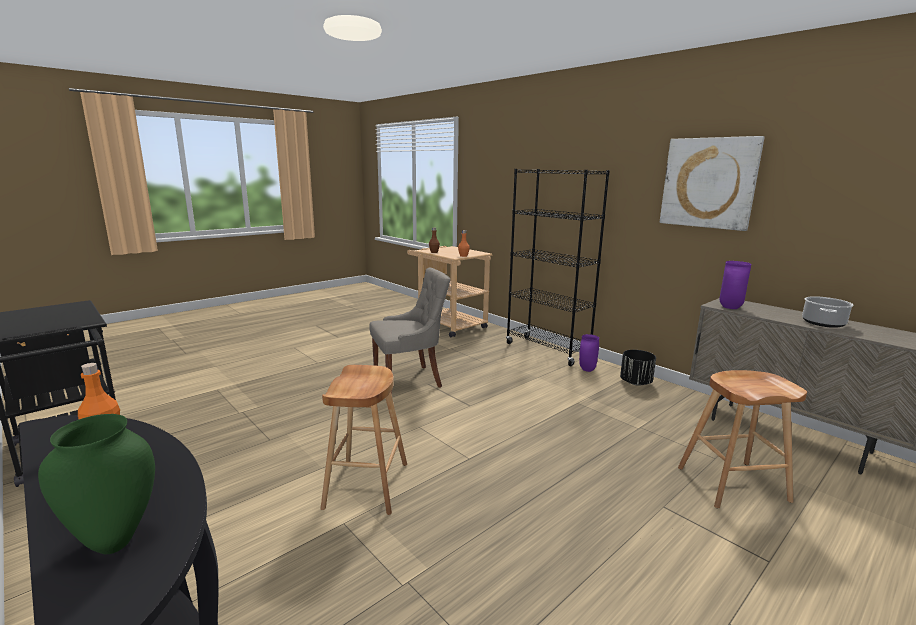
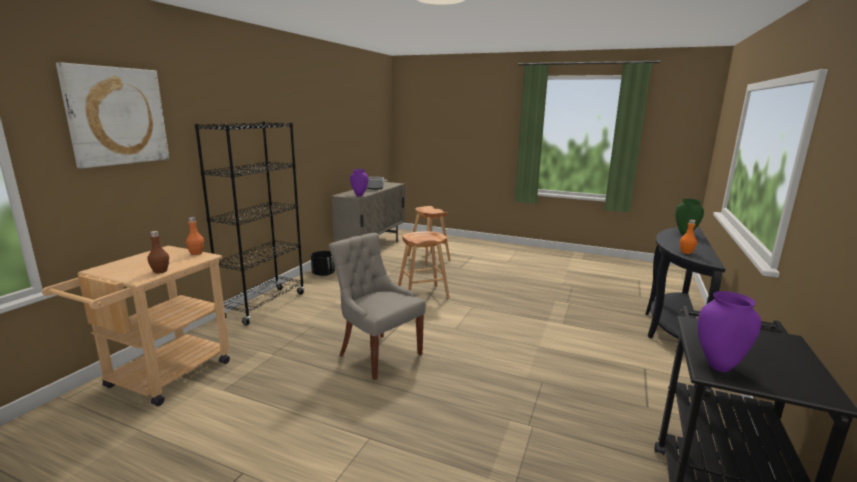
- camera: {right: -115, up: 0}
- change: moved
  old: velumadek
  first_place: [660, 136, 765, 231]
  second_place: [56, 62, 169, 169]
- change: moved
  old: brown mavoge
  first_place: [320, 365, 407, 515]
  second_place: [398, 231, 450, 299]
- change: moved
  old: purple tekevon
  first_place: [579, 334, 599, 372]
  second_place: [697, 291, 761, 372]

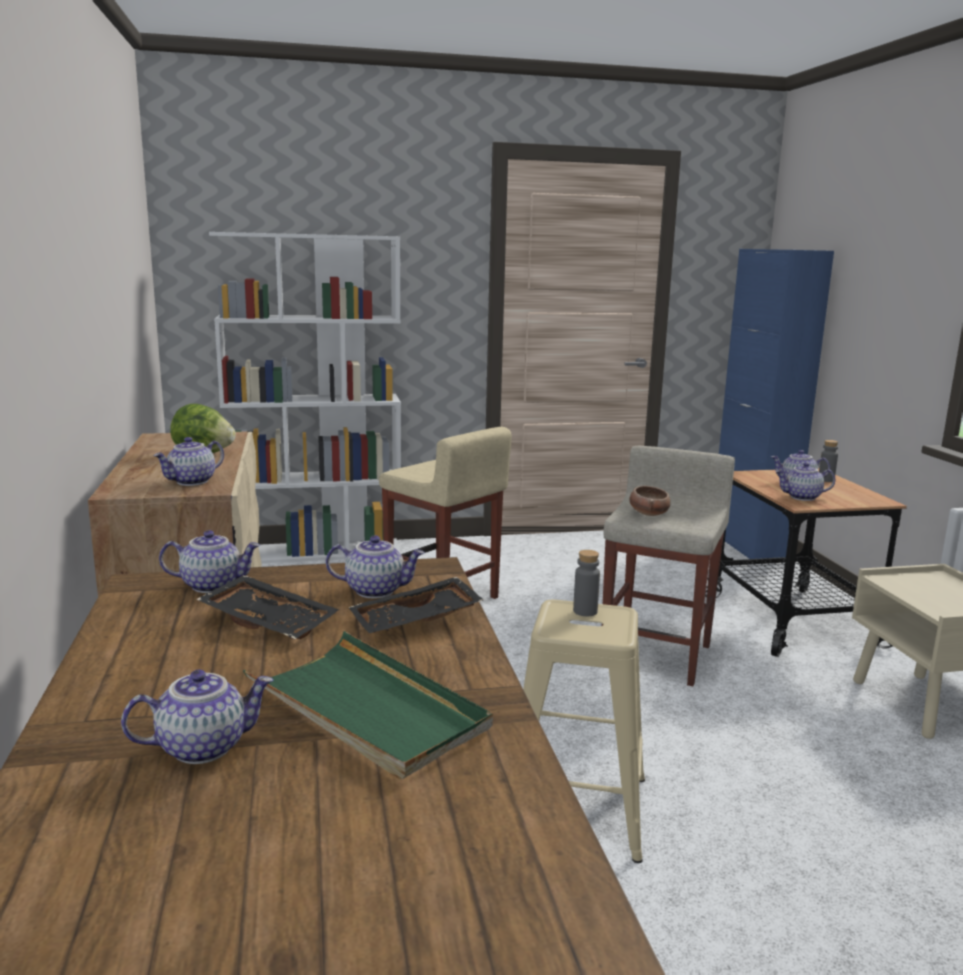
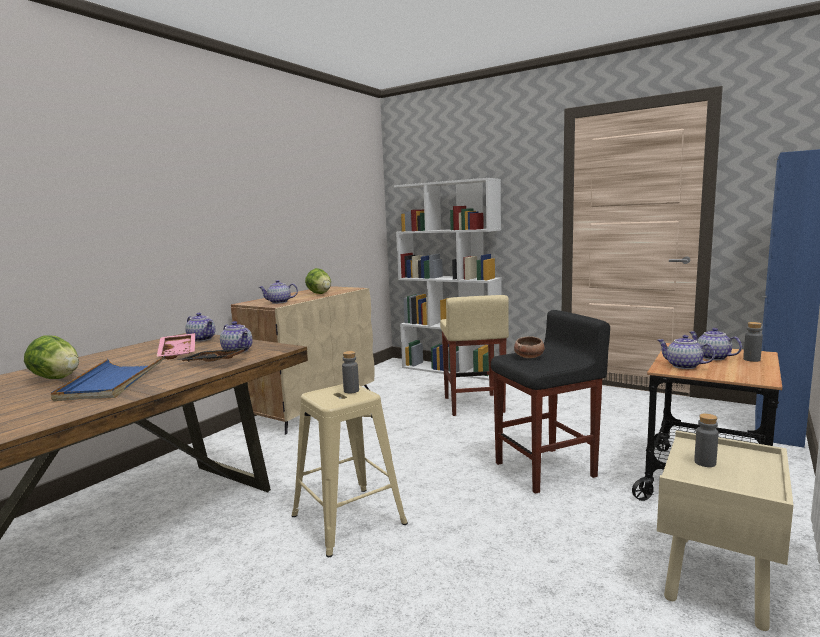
- camera: {right: 45, up: -5}
- change: replaced
  old: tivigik
  new: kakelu
  first_place: [121, 670, 273, 764]
  second_place: [24, 335, 79, 379]
- change: recoloured
  old: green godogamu
  new: blue godogamu
  first_place: [243, 631, 493, 779]
  second_place: [51, 356, 165, 401]
- change: recoloured
  old: black godogamu
  new: pink godogamu
  first_place: [196, 575, 339, 639]
  second_place: [156, 333, 195, 359]
- change: recoloured
  old: beige mavoge
  new: black mavoge
  first_place: [602, 446, 735, 686]
  second_place: [491, 310, 610, 494]
- change: added
  new: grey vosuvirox
  second_place: [694, 413, 719, 467]

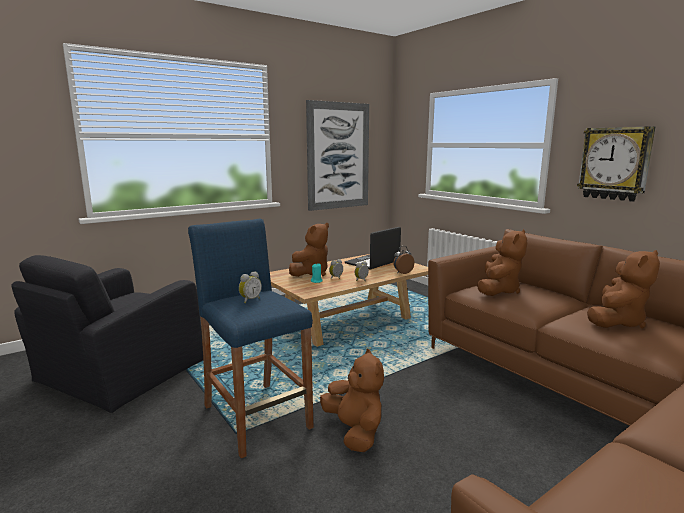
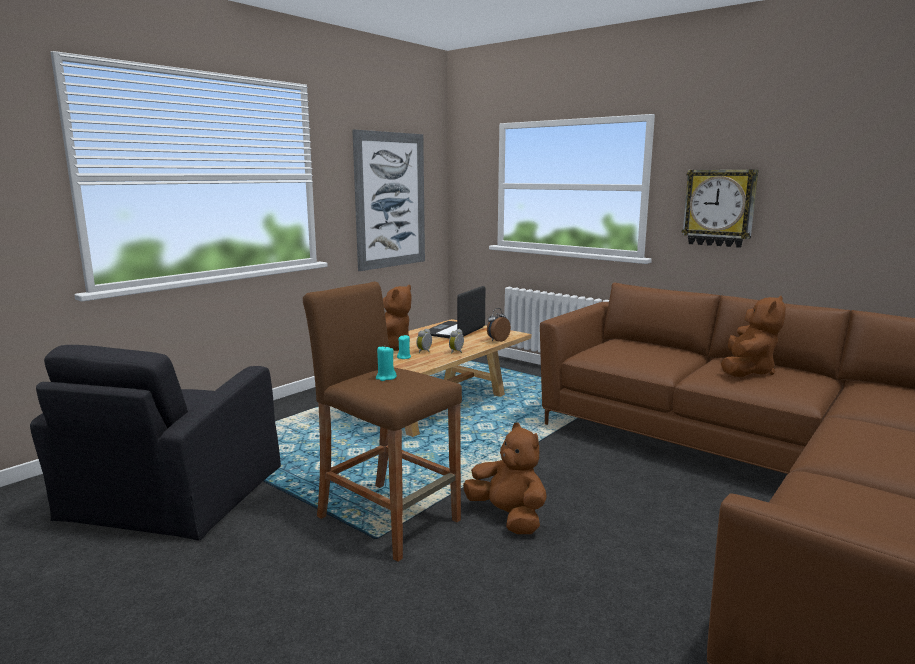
- camera: {right: -15, up: 0}
- change: recoloured
  old: blue mavoge
  new: brown mavoge
  first_place: [188, 218, 313, 458]
  second_place: [303, 281, 462, 561]
- change: replaced
  old: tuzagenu
  new: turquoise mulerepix
  first_place: [239, 271, 262, 303]
  second_place: [376, 346, 397, 381]
- change: removed
  old: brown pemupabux
  first_place: [477, 229, 527, 296]

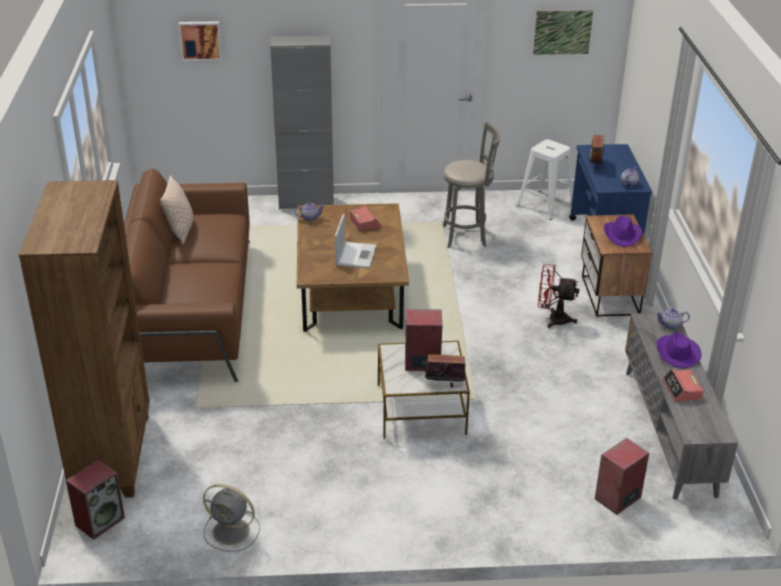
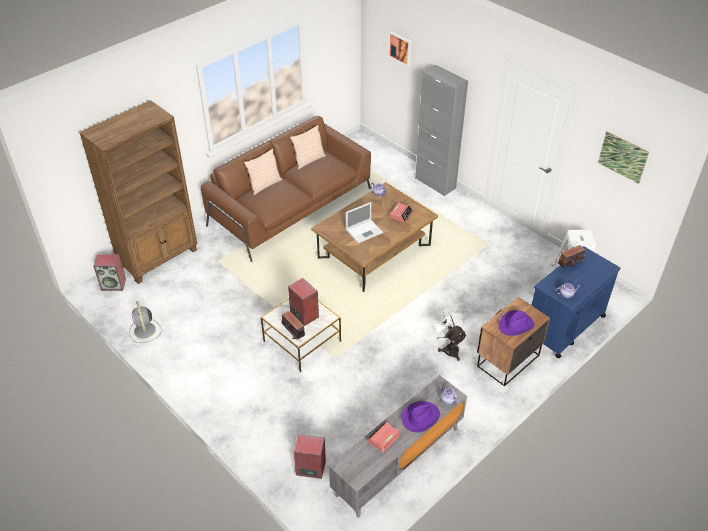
- camera: {right: 50, up: 10}
- change: added
  new: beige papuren
  second_place: [244, 149, 282, 195]
- change: recoloured
  old: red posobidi
  new: white posobidi
  first_place: [538, 264, 579, 328]
  second_place: [431, 309, 467, 361]
- change: removed
  old: grey mavoge
  first_place: [443, 122, 500, 248]

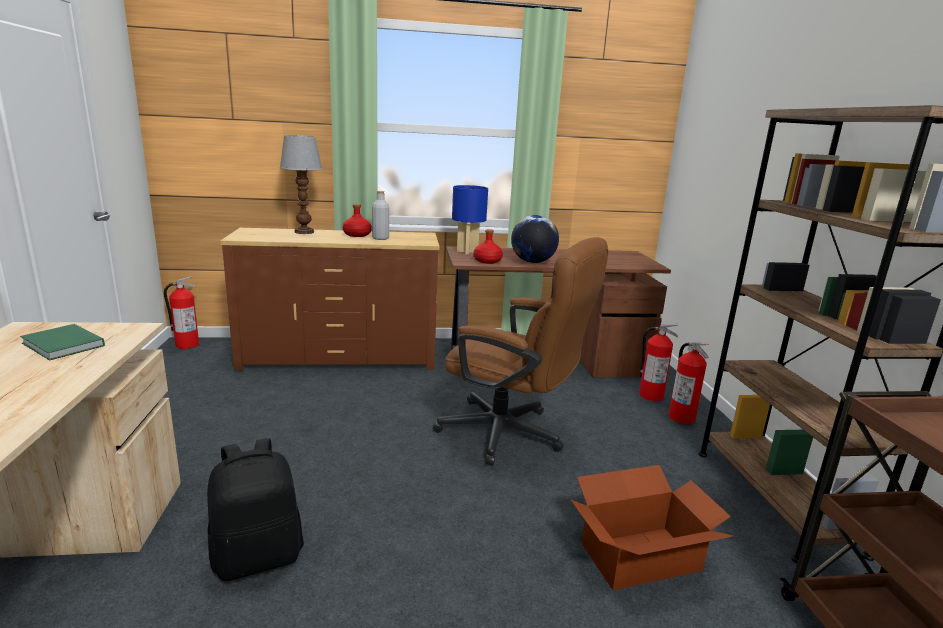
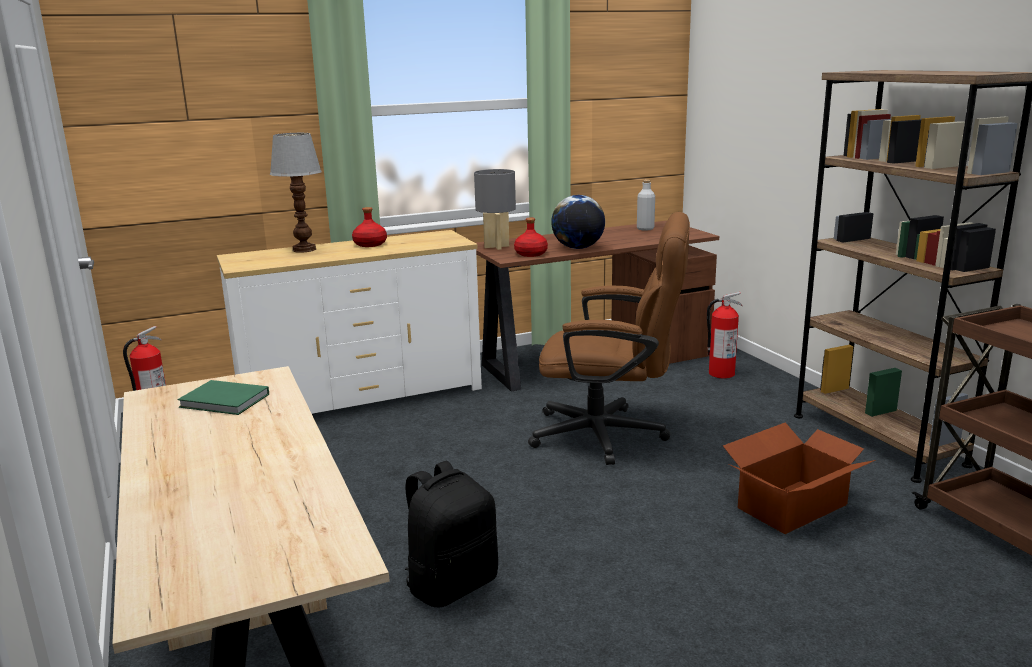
- camera: {right: -15, up: 0}
- change: recoloured
  old: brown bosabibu
  new: white bosabibu
  first_place: [220, 228, 439, 370]
  second_place: [217, 230, 482, 414]
- change: recoloured
  old: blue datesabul
  new: grey datesabul
  first_place: [452, 185, 488, 254]
  second_place: [474, 169, 516, 250]
- change: moved
  old: grey vosuvirox
  first_place: [372, 191, 389, 240]
  second_place: [637, 180, 655, 231]
- change: removed
  old: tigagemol
  first_place: [669, 342, 709, 424]

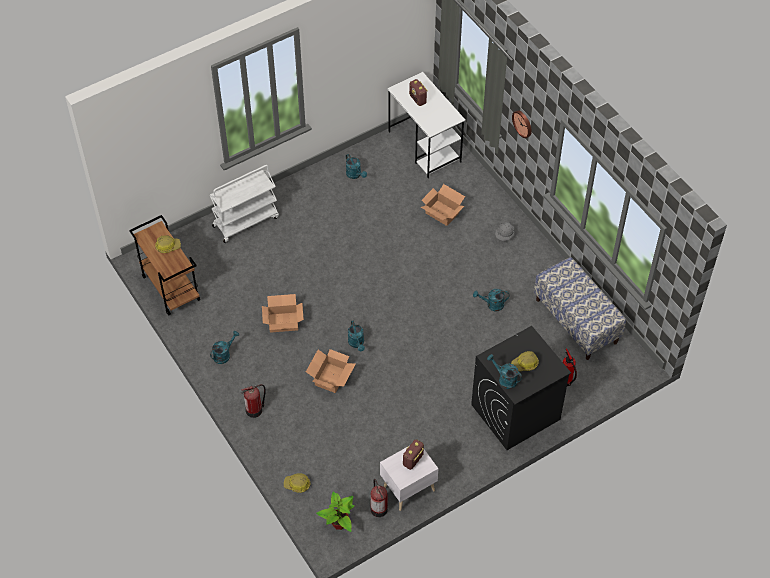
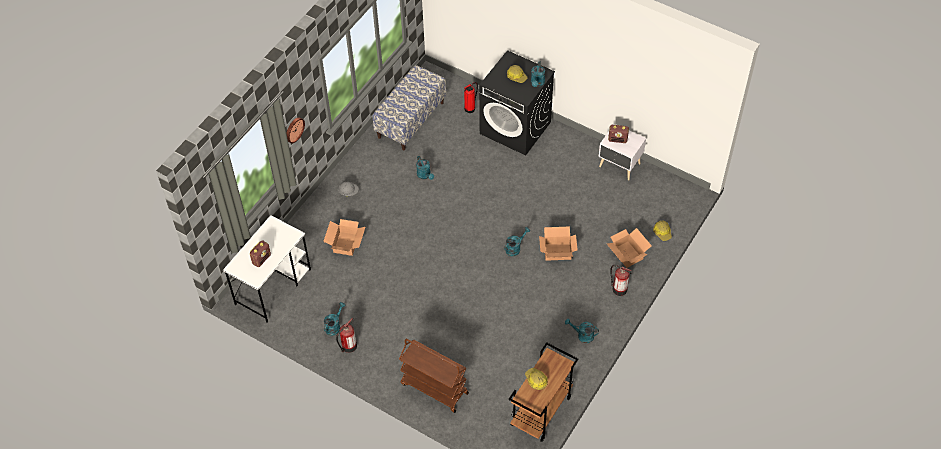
- camera: {right: -115, up: 0}
- change: moved
  old: tigagemol
  first_place: [370, 479, 388, 517]
  second_place: [336, 318, 357, 353]
- change: recoloured
  old: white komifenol
  new: brown komifenol
  first_place: [210, 165, 279, 243]
  second_place: [399, 339, 469, 413]
- change: moved
  old: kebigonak
  first_place: [262, 294, 304, 333]
  second_place: [607, 228, 652, 268]
- change: removed
  old: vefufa
  first_place: [316, 492, 355, 532]

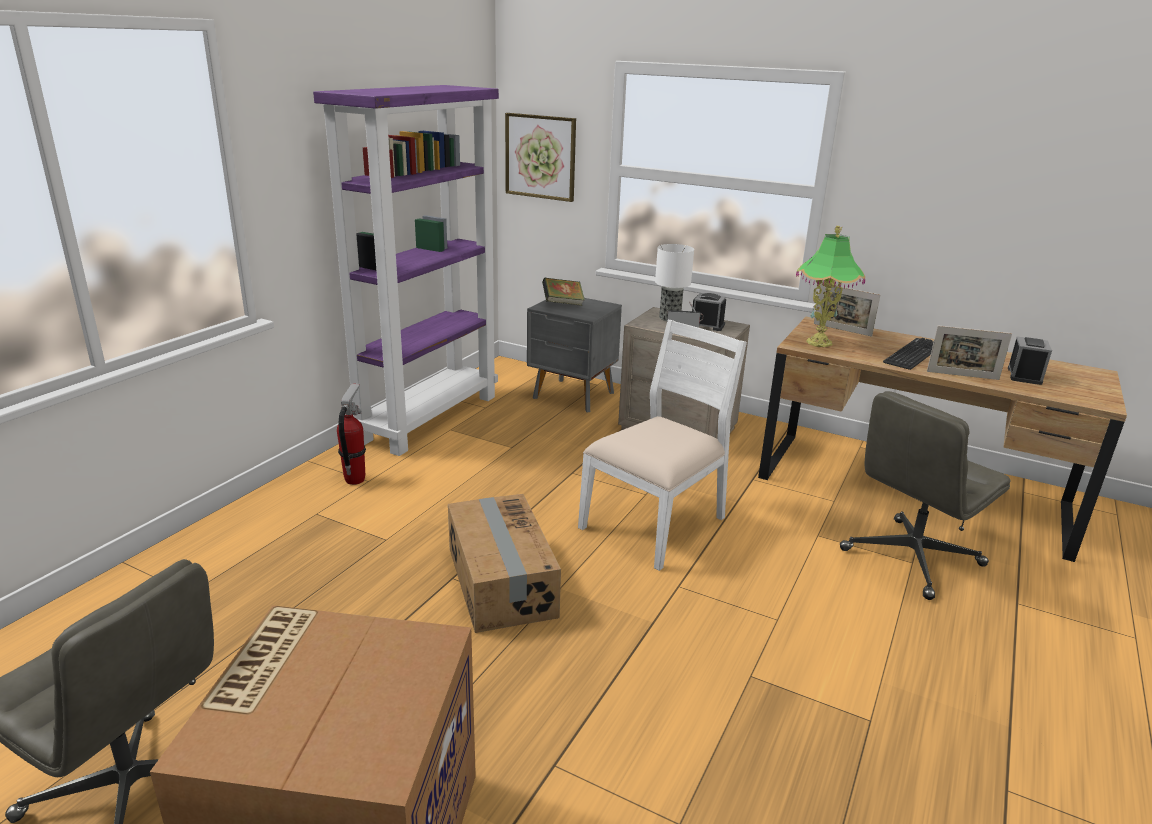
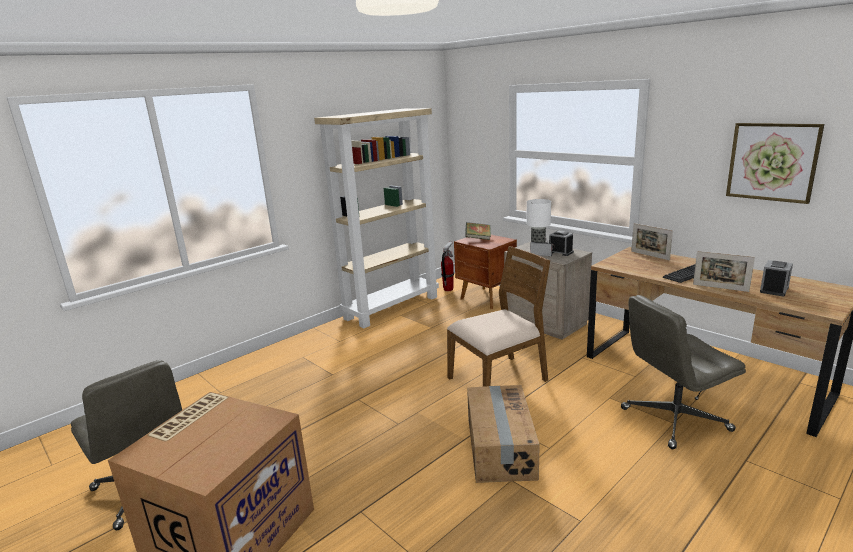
- camera: {right: 20, up: -5}
- change: recoloured
  old: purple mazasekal
  new: beige mazasekal
  first_place: [313, 85, 499, 456]
  second_place: [314, 108, 439, 329]
- change: moved
  old: tigagemol
  first_place: [337, 383, 366, 485]
  second_place: [441, 242, 454, 291]
- change: recoloured
  old: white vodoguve
  new: brown vodoguve
  first_place: [578, 320, 747, 571]
  second_place: [447, 246, 550, 387]
- change: recoloured
  old: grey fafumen
  new: brown fafumen
  first_place: [527, 298, 622, 412]
  second_place: [454, 235, 517, 309]
- change: moved
  old: kebigonak
  first_place: [448, 494, 561, 633]
  second_place: [467, 385, 540, 483]
- change: moved
  old: velumadek
  first_place: [505, 113, 576, 202]
  second_place: [726, 123, 824, 204]
- change: removed
  old: datesabul
  first_place: [796, 226, 865, 347]

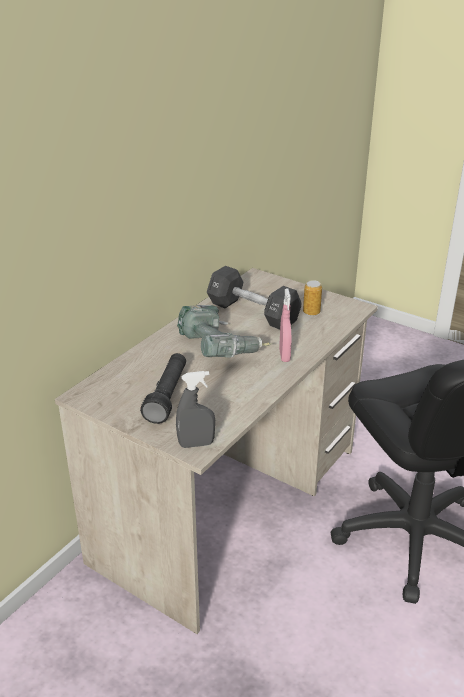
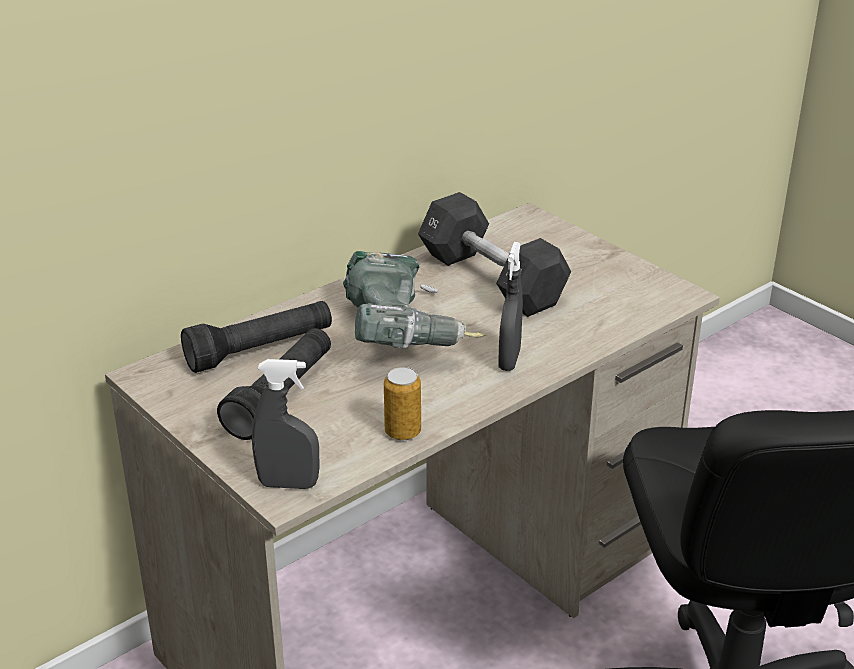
- camera: {right: 15, up: 0}
- change: added
  new: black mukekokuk
  second_place: [181, 301, 332, 373]
- change: moved
  old: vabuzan
  first_place: [303, 280, 322, 316]
  second_place: [384, 367, 421, 440]
- change: recoloured
  old: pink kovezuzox
  new: grey kovezuzox
  first_place: [279, 289, 291, 362]
  second_place: [498, 242, 523, 371]

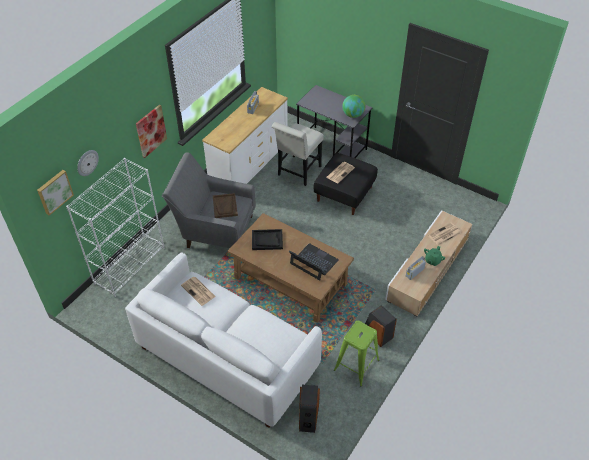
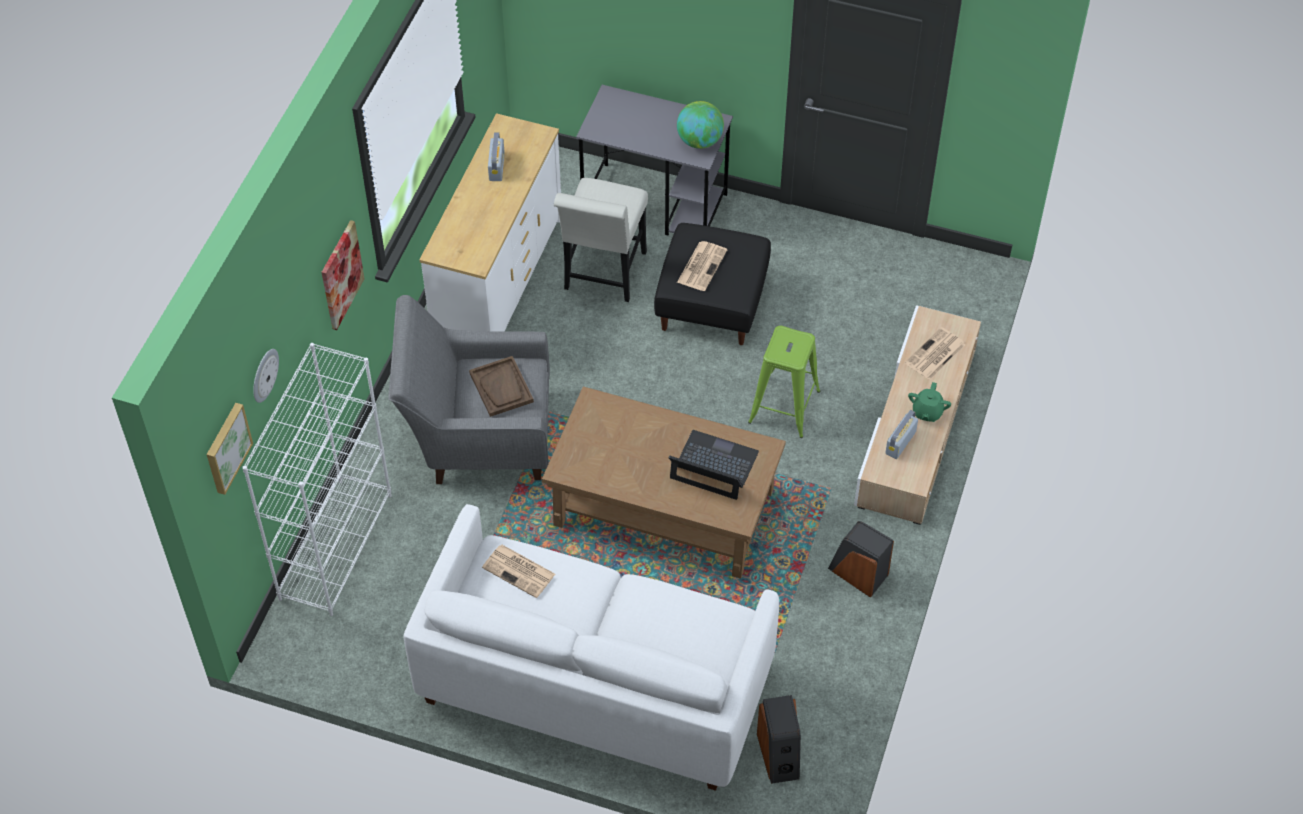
- camera: {right: -15, up: 5}
- change: moved
  old: green mavoge
  first_place: [334, 321, 380, 386]
  second_place: [748, 326, 820, 438]
- change: removed
  old: black godogamu
  first_place: [252, 229, 283, 250]

